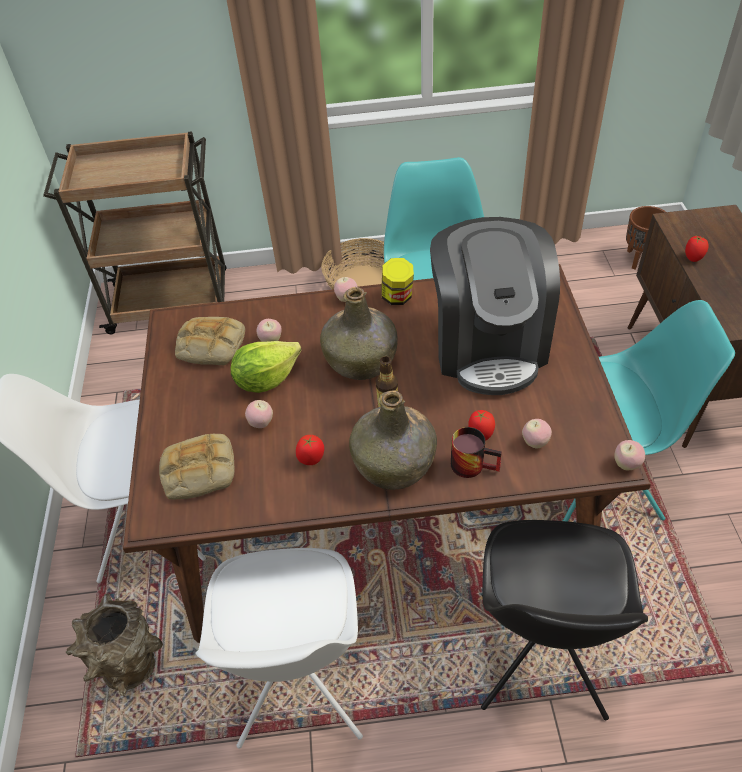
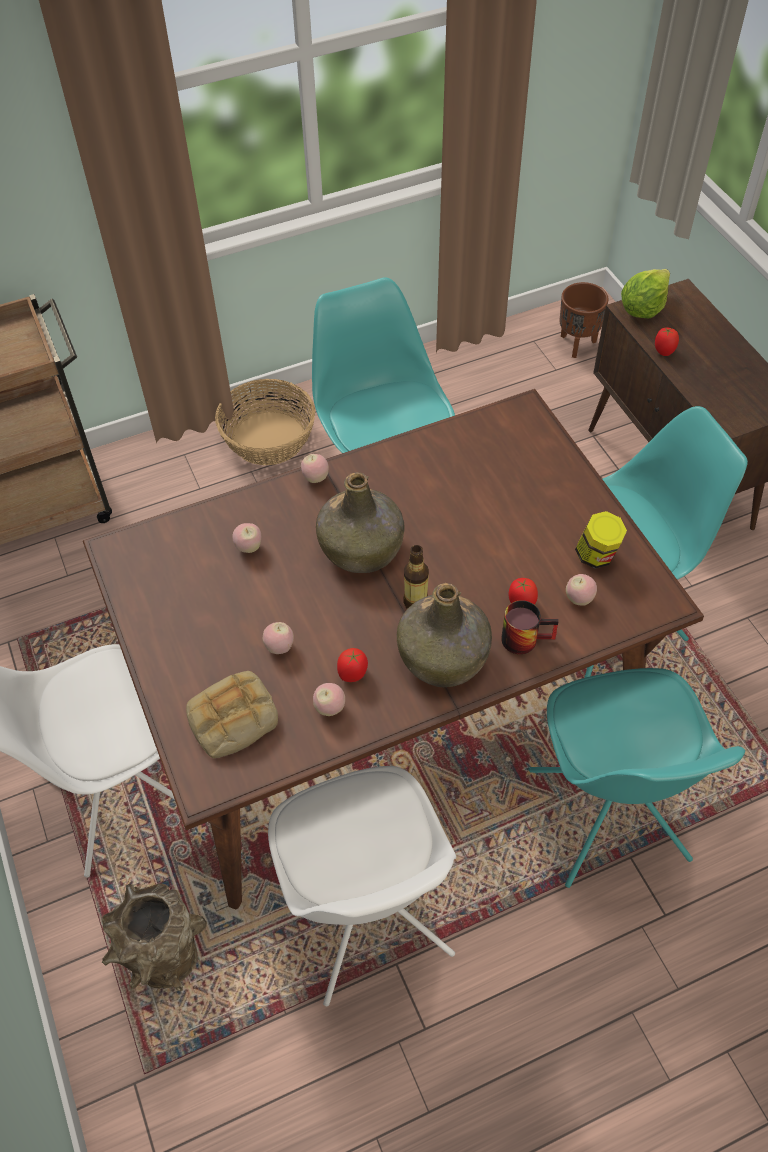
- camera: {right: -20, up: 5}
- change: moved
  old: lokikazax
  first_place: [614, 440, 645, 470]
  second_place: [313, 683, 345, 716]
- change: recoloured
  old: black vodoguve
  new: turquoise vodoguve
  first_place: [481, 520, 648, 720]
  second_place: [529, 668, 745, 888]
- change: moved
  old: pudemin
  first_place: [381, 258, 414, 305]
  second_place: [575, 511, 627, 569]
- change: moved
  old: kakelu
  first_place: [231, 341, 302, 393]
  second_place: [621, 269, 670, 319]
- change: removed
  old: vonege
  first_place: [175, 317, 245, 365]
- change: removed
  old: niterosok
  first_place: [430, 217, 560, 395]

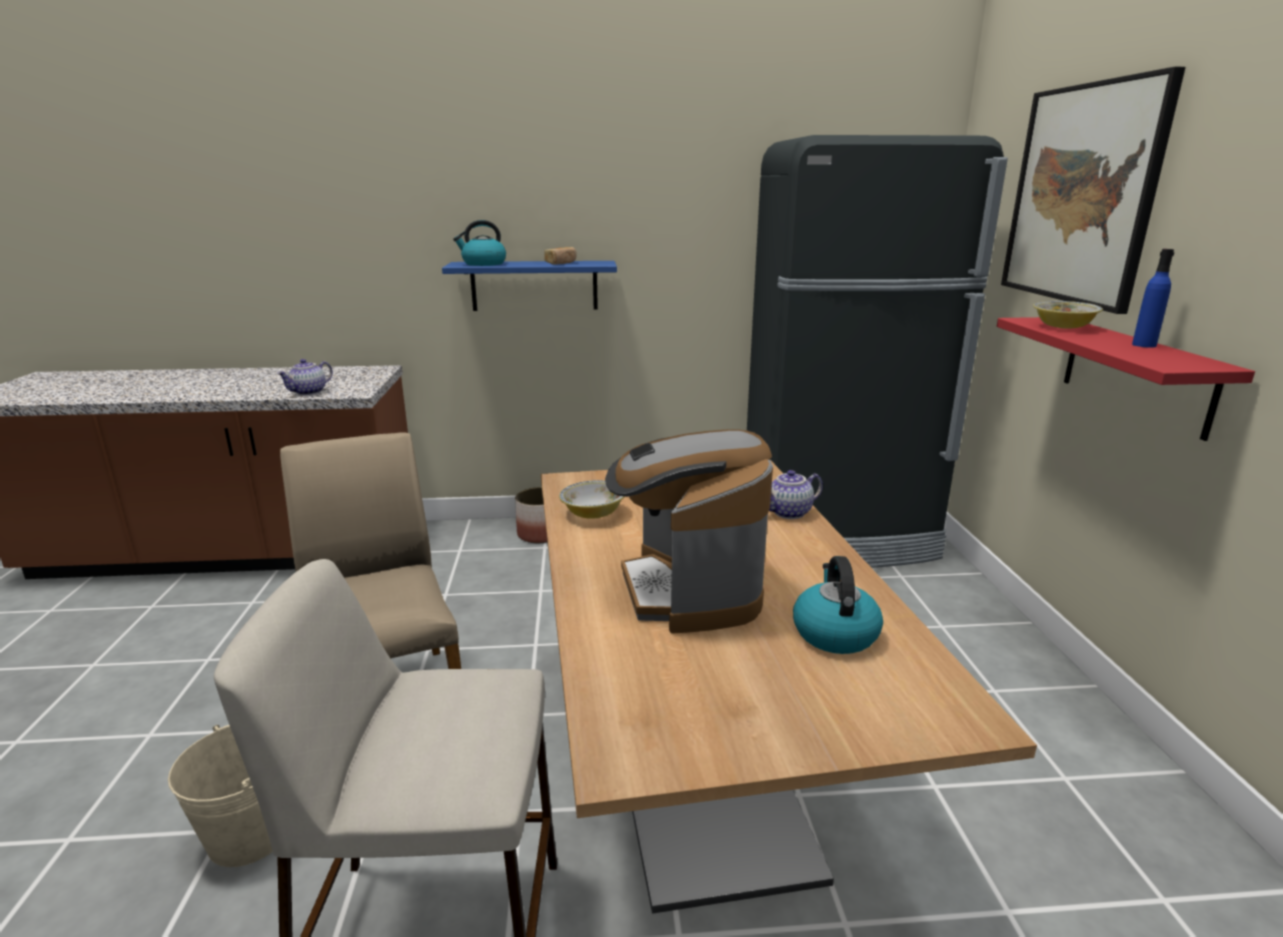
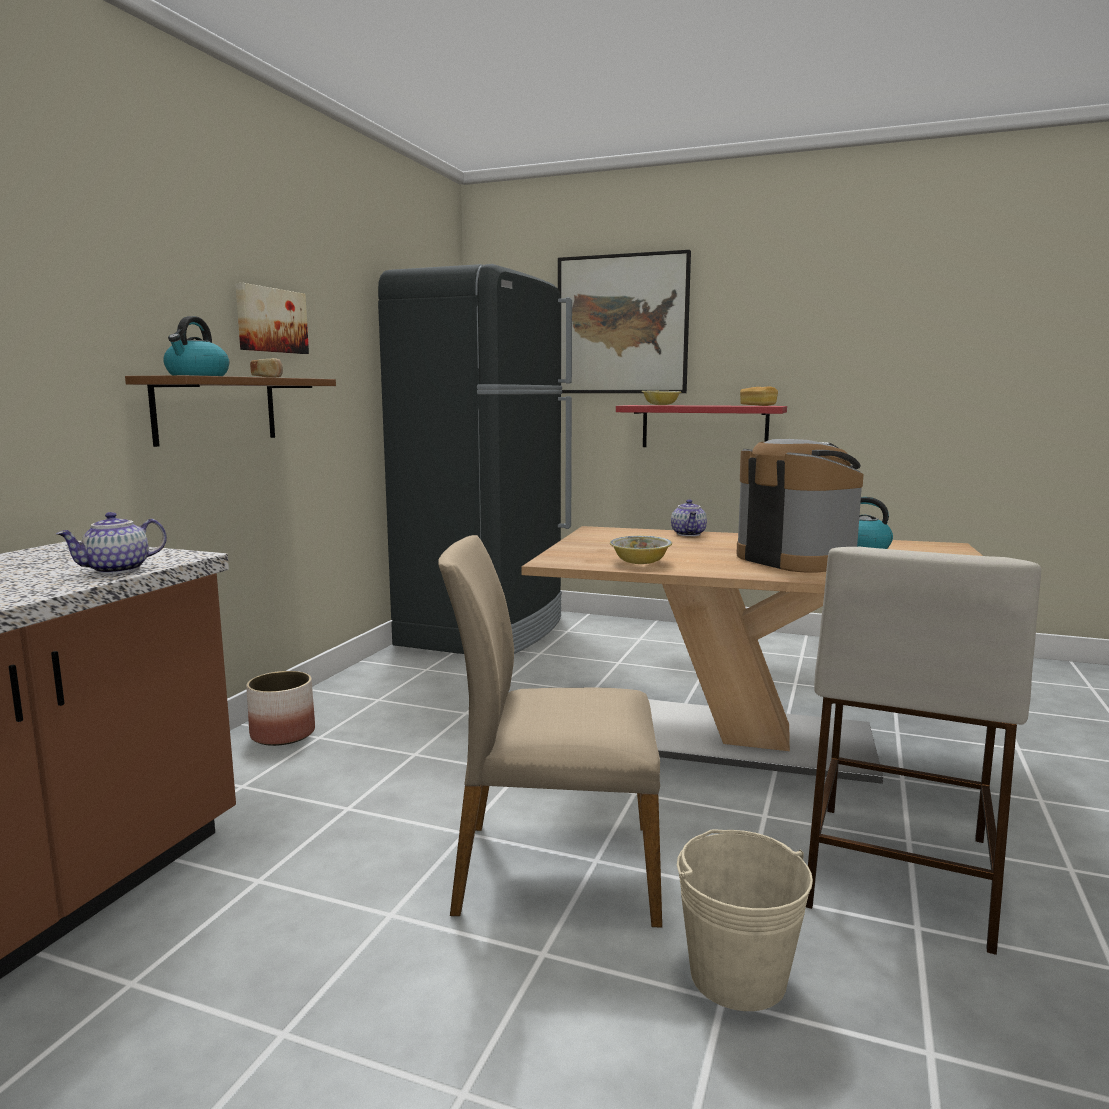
- camera: {right: -65, up: -10}
- change: turned
  old: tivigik
  first_place: [277, 359, 333, 395]
  second_place: [56, 512, 167, 574]
  degrees: 75
- change: recoloured
  old: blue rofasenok
  new: brown rofasenok
  first_place: [442, 261, 617, 311]
  second_place: [125, 375, 336, 447]
- change: added
  new: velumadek
  second_place: [235, 283, 309, 354]
- change: turned
  old: niterosok
  first_place: [605, 429, 773, 634]
  second_place: [737, 439, 864, 573]
  degrees: -135
- change: added
  new: vonege
  second_place: [740, 387, 778, 406]
- change: removed
  old: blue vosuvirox
  first_place: [1132, 249, 1174, 348]

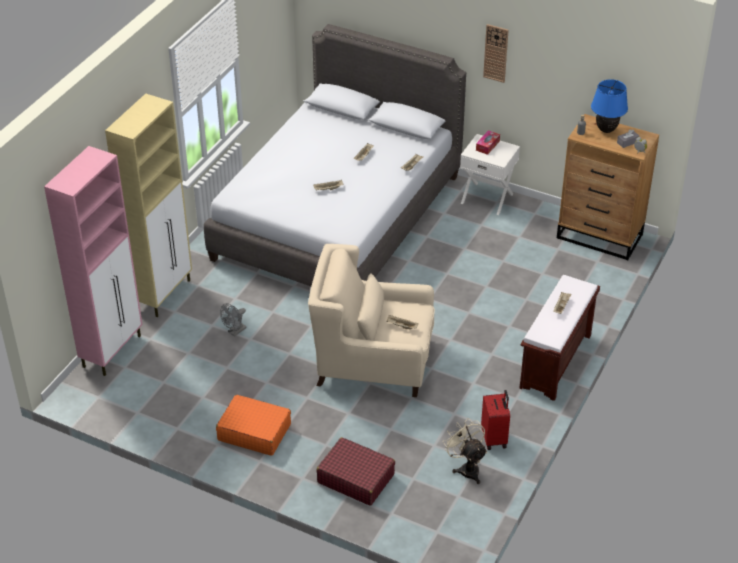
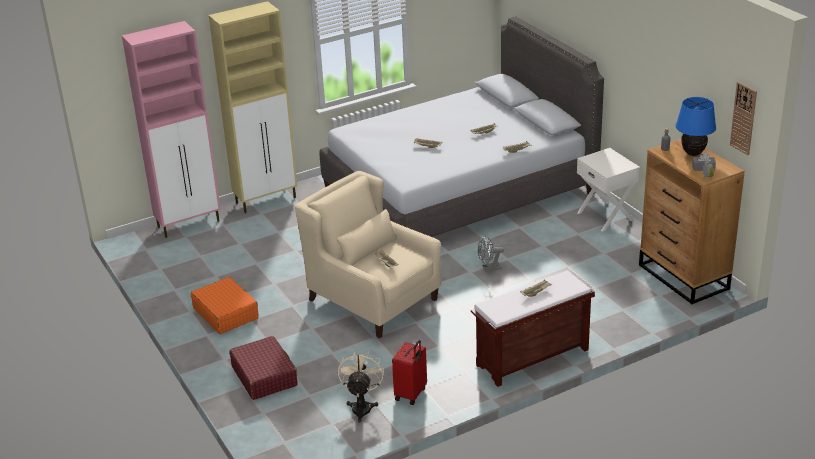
- camera: {right: 35, up: -10}
- change: moved
  old: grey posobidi
  first_place: [220, 303, 247, 337]
  second_place: [478, 236, 504, 272]
- change: moved
  old: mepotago
  first_place: [483, 24, 509, 83]
  second_place: [730, 82, 757, 155]
- change: removed
  old: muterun
  first_place: [476, 130, 500, 155]

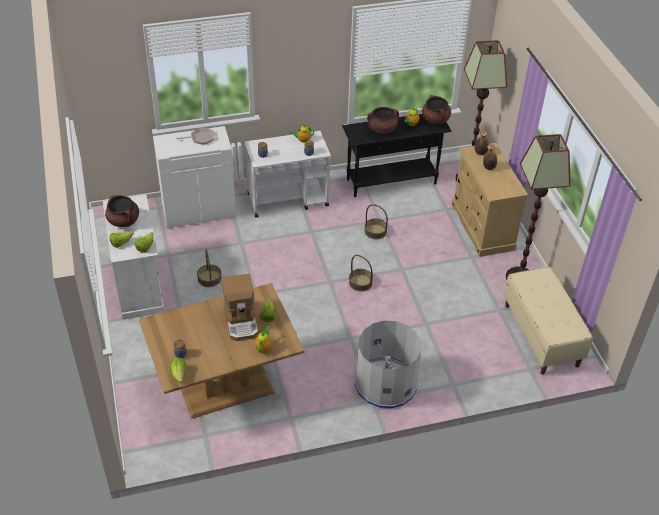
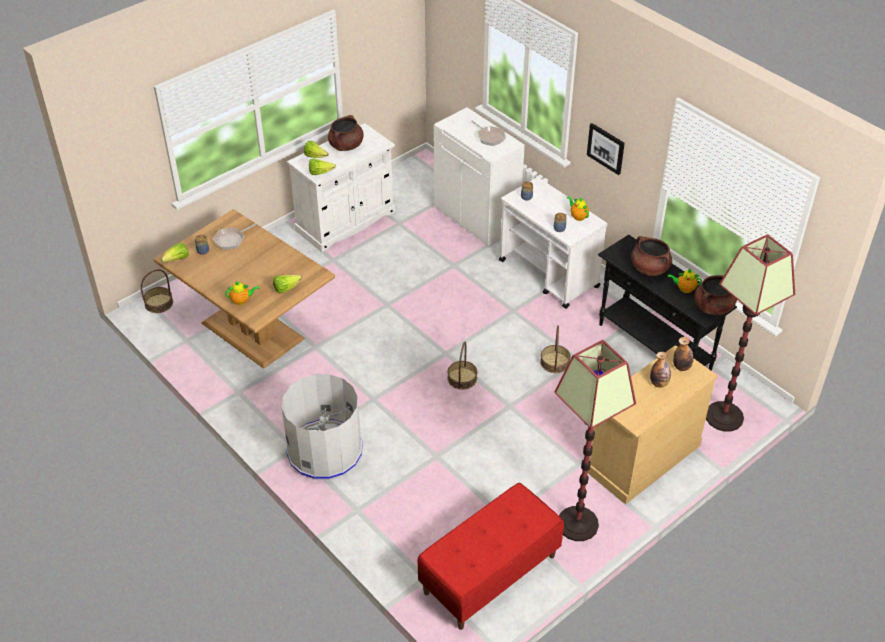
- camera: {right: 65, up: 0}
- change: moved
  old: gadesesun
  first_place: [197, 249, 222, 287]
  second_place: [141, 269, 173, 313]
- change: added
  new: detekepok
  second_place: [213, 223, 257, 250]
- change: recoloured
  old: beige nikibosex
  new: red nikibosex
  first_place: [504, 267, 593, 375]
  second_place: [417, 483, 564, 630]
- change: added
  new: velumadek
  second_place: [587, 123, 625, 175]
- change: removed
  old: niterosok
  first_place: [222, 274, 258, 341]

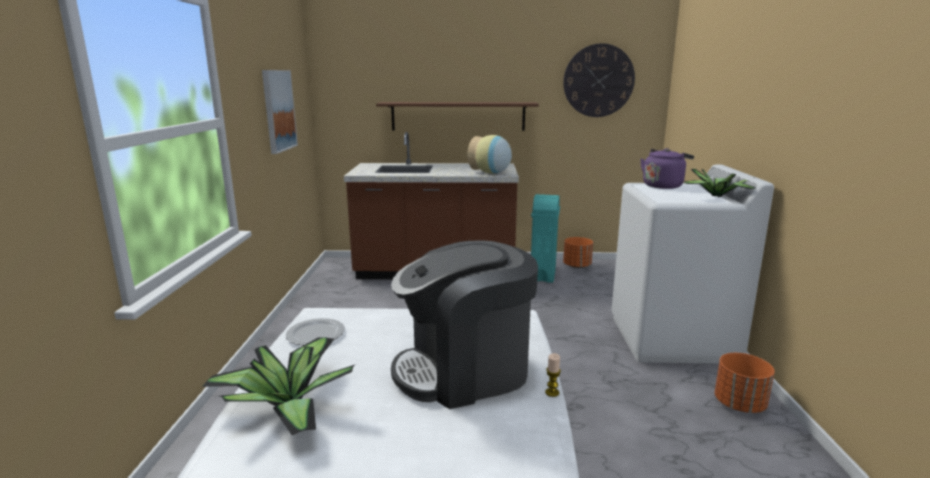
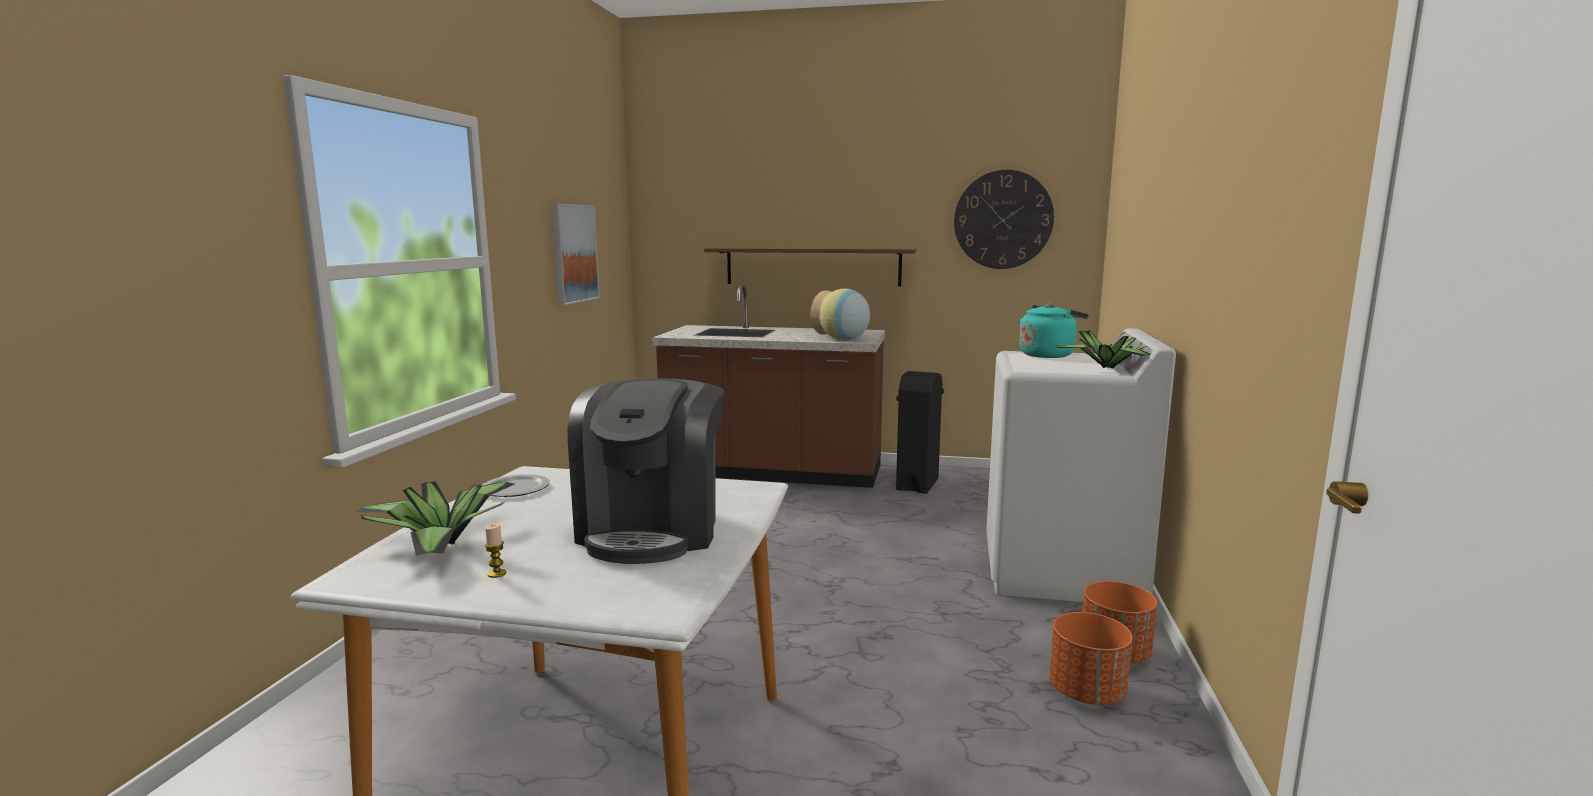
- camera: {right: 10, up: -5}
- change: moved
  old: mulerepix
  first_place: [545, 353, 561, 397]
  second_place: [485, 523, 506, 578]
- change: turned
  old: niterosok
  first_place: [391, 240, 538, 409]
  second_place: [568, 378, 724, 564]
  degrees: -75
- change: recoloured
  old: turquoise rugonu
  new: black rugonu
  first_place: [531, 194, 560, 283]
  second_place: [896, 371, 944, 494]
- change: recoloured
  old: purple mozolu
  new: turquoise mozolu
  first_place: [640, 148, 694, 189]
  second_place: [1019, 303, 1089, 358]
- change: moved
  old: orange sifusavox
  first_place: [563, 237, 593, 268]
  second_place: [1049, 612, 1133, 705]

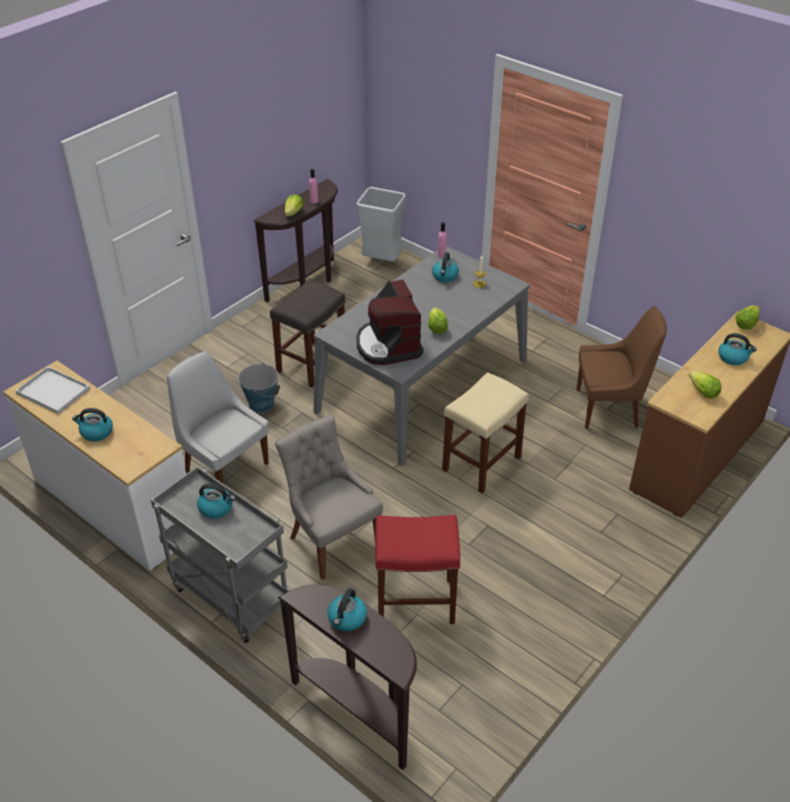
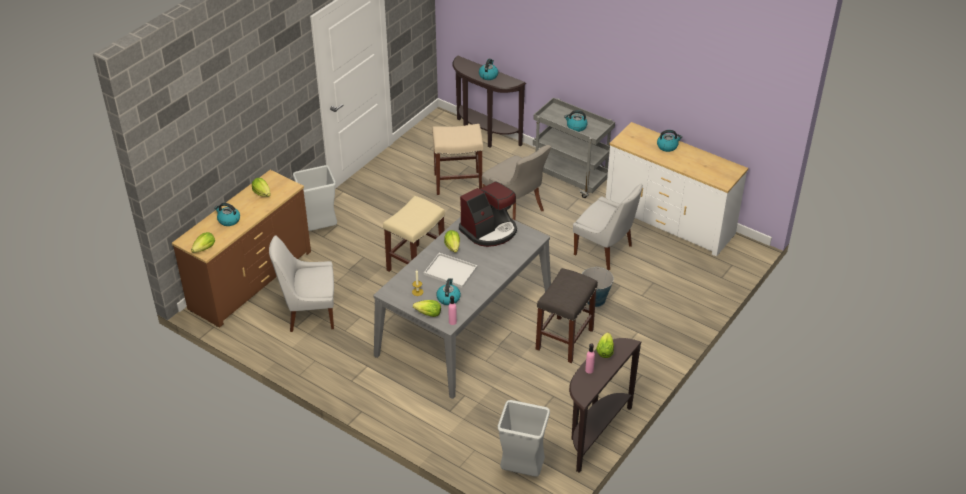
- camera: {right: 175, up: 0}
- change: recoloured
  old: brown vodoguve
  new: white vodoguve
  first_place: [577, 306, 667, 429]
  second_place: [269, 235, 334, 332]
- change: added
  new: grey rugonu
  second_place: [293, 165, 337, 231]
- change: added
  new: kakelu
  second_place: [413, 300, 441, 317]
- change: moved
  old: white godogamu
  first_place: [15, 367, 90, 414]
  second_place: [424, 253, 477, 288]
- change: recoloured
  old: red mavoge
  new: beige mavoge
  first_place: [375, 515, 460, 624]
  second_place: [432, 124, 483, 195]
- change: turned
  old: niterosok
  first_place: [356, 280, 423, 365]
  second_place: [459, 182, 517, 247]
  degrees: 75

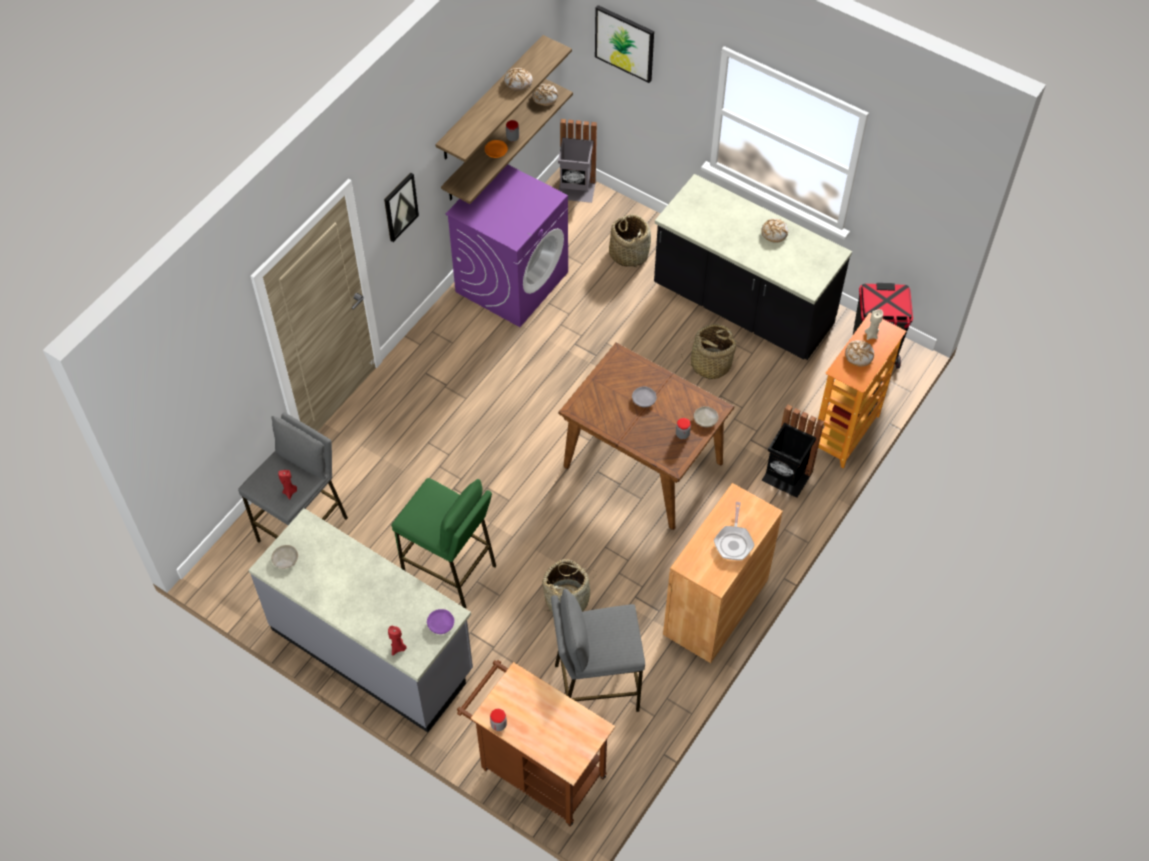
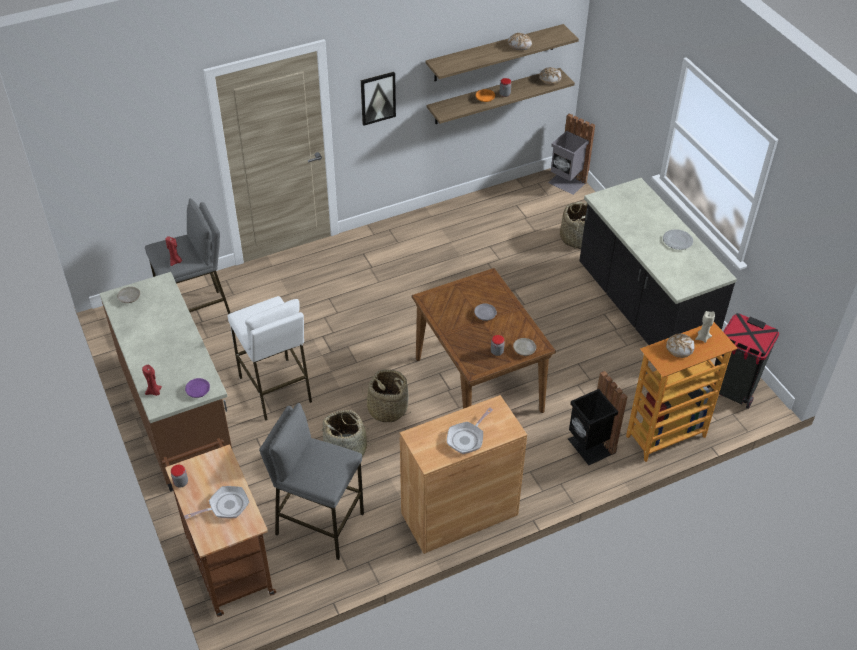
- camera: {right: 30, up: -10}
- change: recoloured
  old: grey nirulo
  new: brown nirulo
  first_place: [249, 508, 473, 733]
  second_place: [100, 272, 232, 492]
- change: added
  new: detekepok
  second_place: [184, 486, 249, 519]
- change: recoloured
  old: green mavoge
  new: white mavoge
  first_place: [391, 478, 496, 609]
  second_place: [227, 296, 312, 421]
- change: moved
  old: gadesesun
  first_place: [681, 324, 737, 379]
  second_place: [362, 369, 409, 423]
- change: replaced
  old: vonege
  new: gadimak
  first_place: [761, 219, 788, 242]
  second_place: [663, 229, 693, 250]
- change: removed
  old: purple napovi
  first_place: [445, 164, 568, 327]
- change: removed
  old: velumadek
  first_place: [595, 5, 654, 83]

